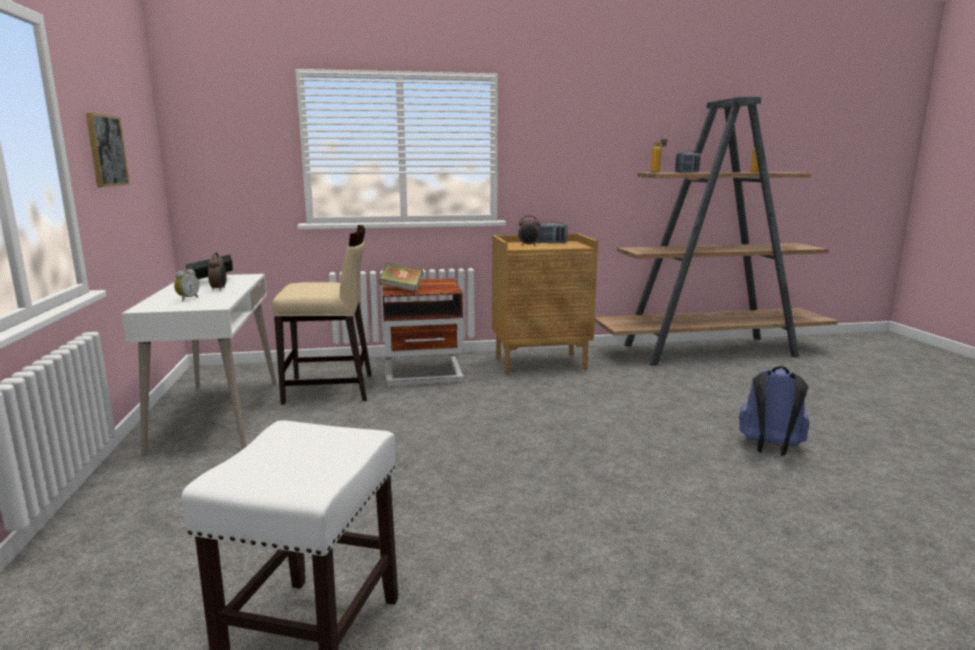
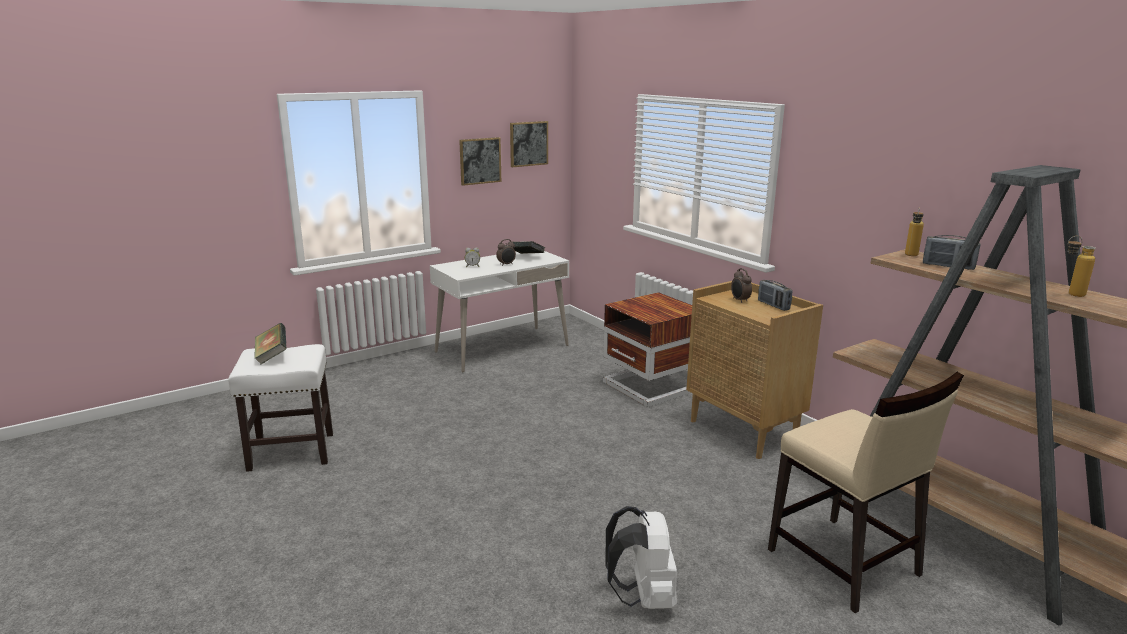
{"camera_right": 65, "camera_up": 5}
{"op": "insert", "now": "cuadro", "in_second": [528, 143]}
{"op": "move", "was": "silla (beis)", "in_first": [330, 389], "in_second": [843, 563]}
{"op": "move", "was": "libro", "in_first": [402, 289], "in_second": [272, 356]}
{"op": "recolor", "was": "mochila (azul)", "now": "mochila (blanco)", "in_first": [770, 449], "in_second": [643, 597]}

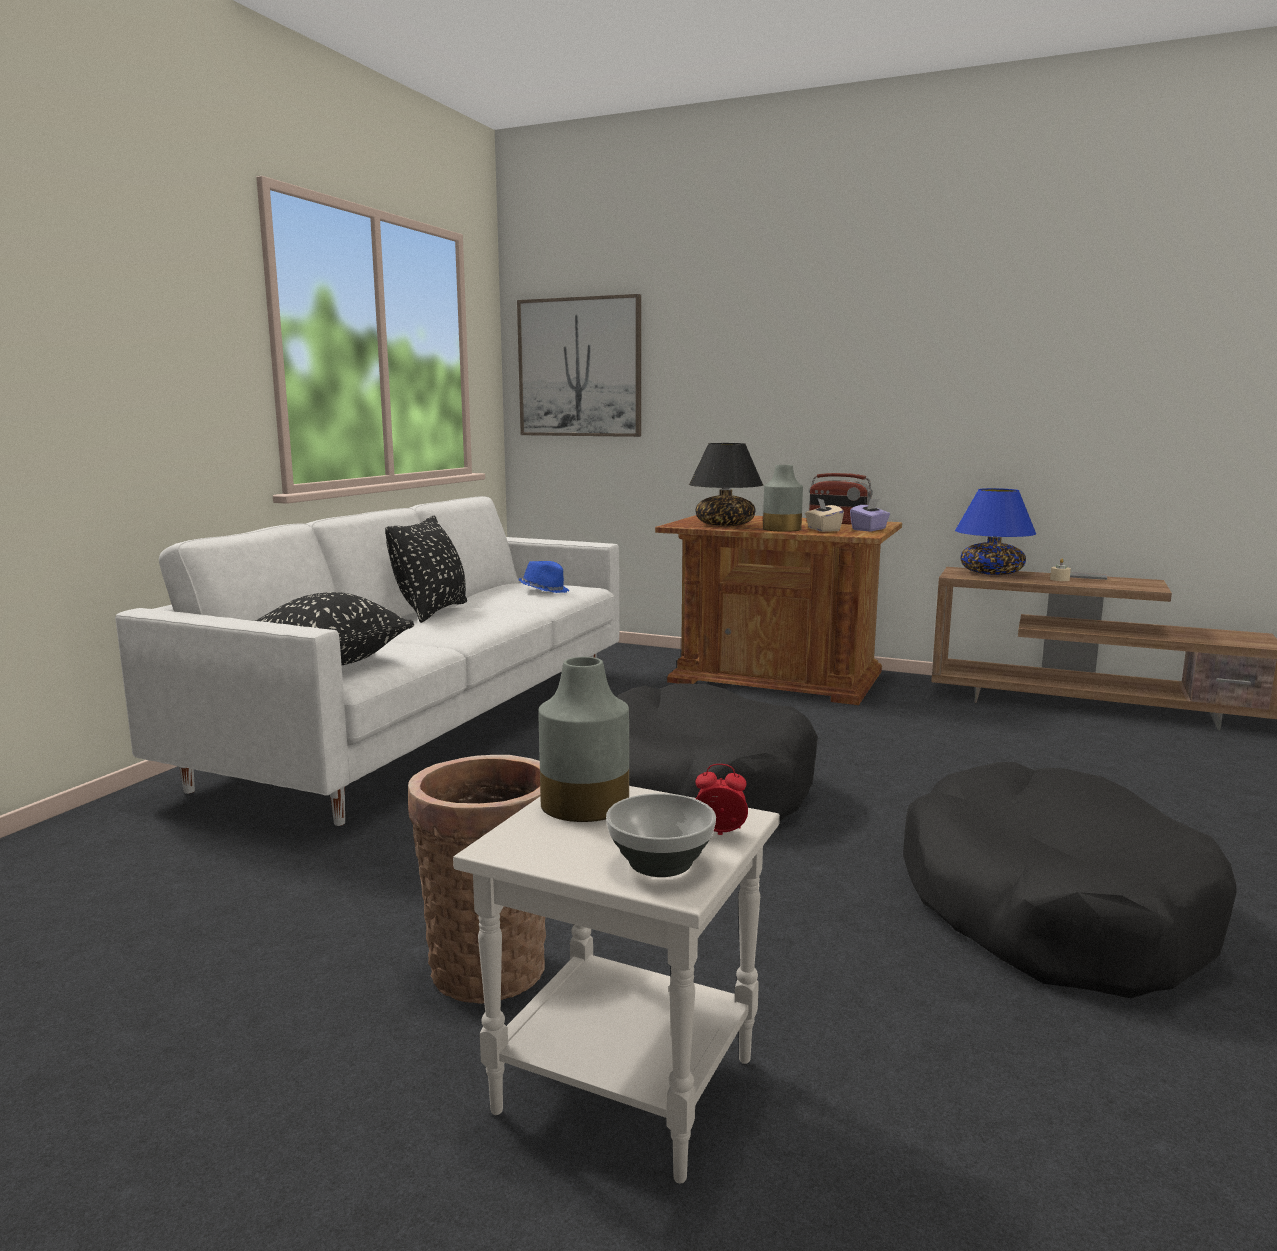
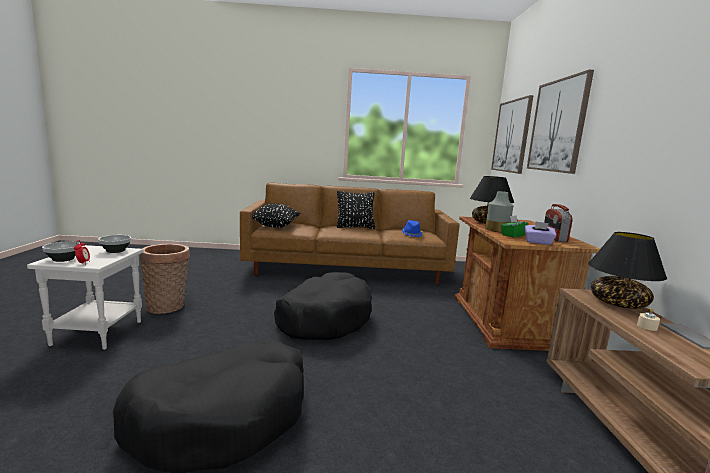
{"camera_right": 65, "camera_up": 0}
{"op": "insert", "now": "cuadro", "in_second": [557, 126]}
{"op": "replace", "was": "florero (gris)", "now": "cuenco", "in_first": [585, 802], "in_second": [116, 251]}
{"op": "recolor", "was": "sofá (blanco)", "now": "sofá (marrón)", "in_first": [428, 725], "in_second": [347, 269]}
{"op": "recolor", "was": "caja de pañuelos (beis)", "now": "caja de pañuelos (verde)", "in_first": [823, 530], "in_second": [512, 235]}
{"op": "recolor", "was": "lámpara de mesa (azul)", "now": "lámpara de mesa (negro)", "in_first": [991, 573], "in_second": [617, 303]}

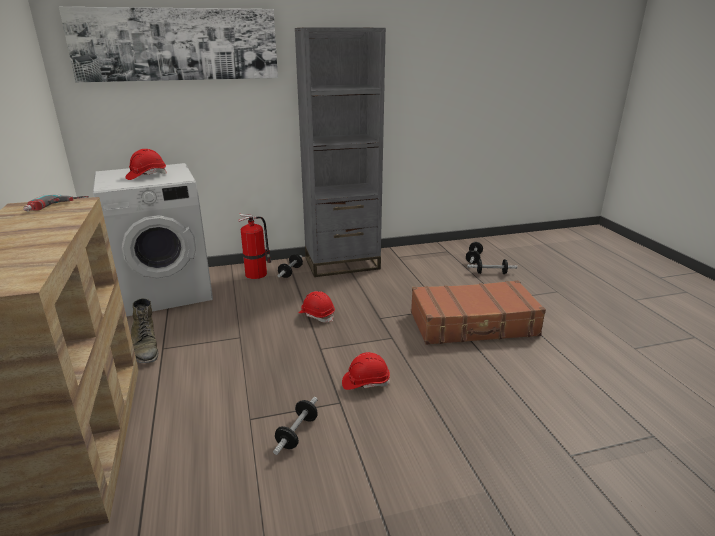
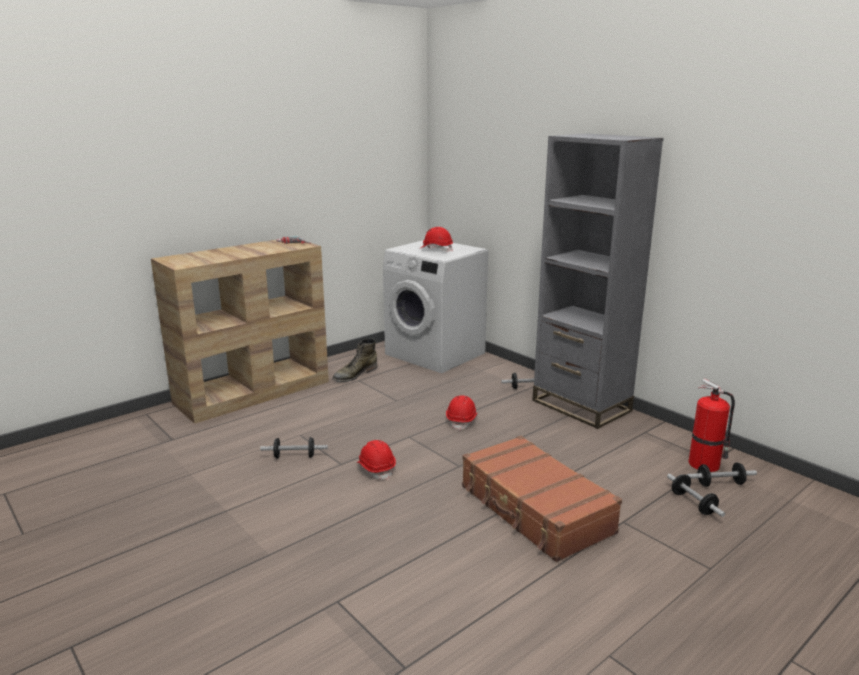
{"camera_right": 65, "camera_up": -5}
{"op": "delete", "was": "cuadro", "in_first": [176, 44]}
{"op": "move", "was": "extintor", "in_first": [257, 274], "in_second": [705, 464]}

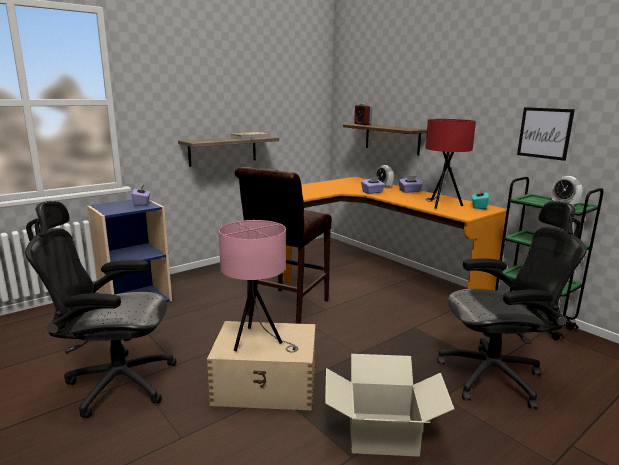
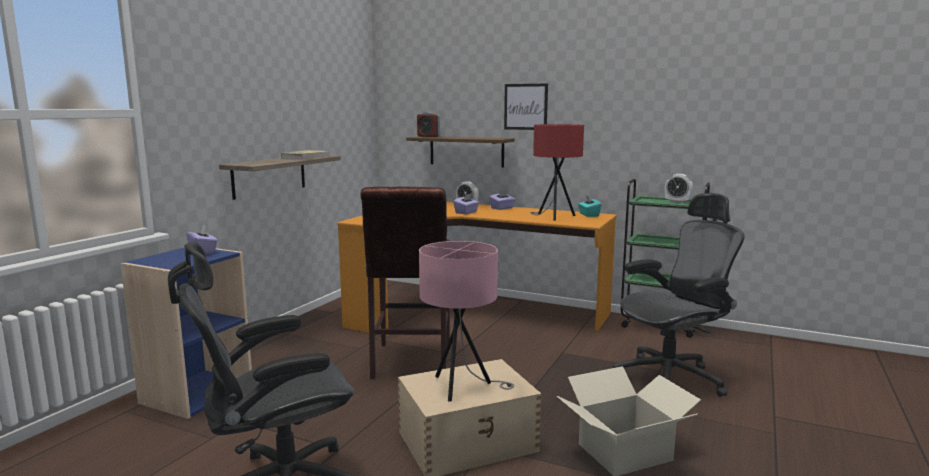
{"camera_right": -25, "camera_up": -5}
{"op": "move", "was": "cuadro", "in_first": [544, 133], "in_second": [525, 106]}

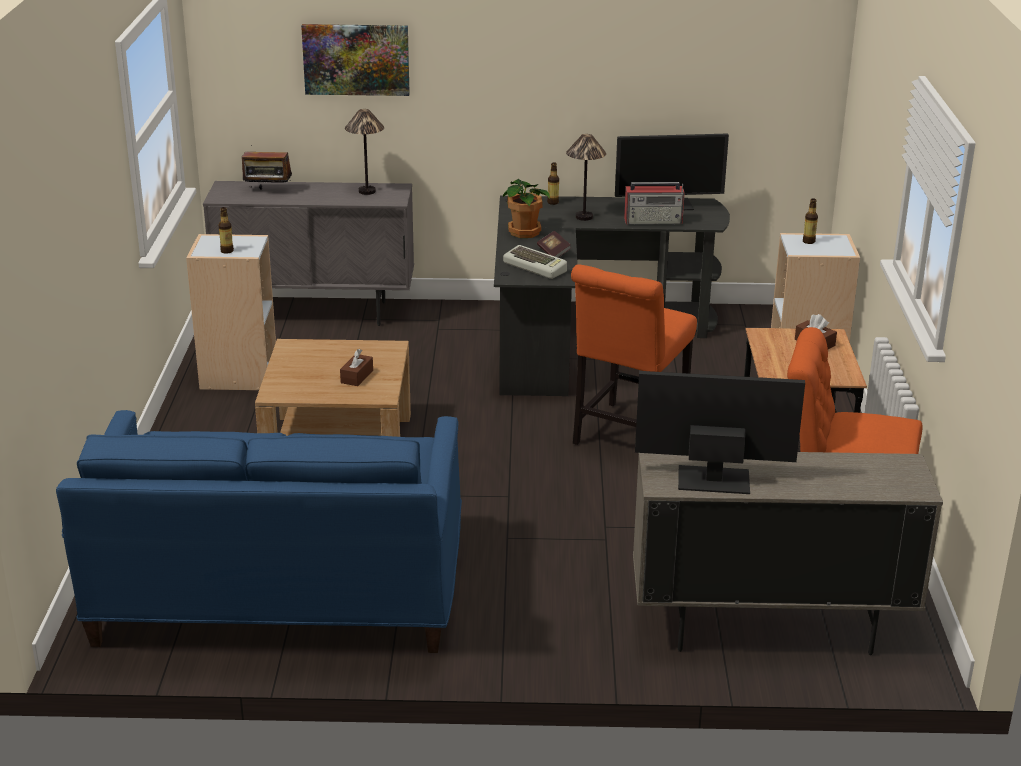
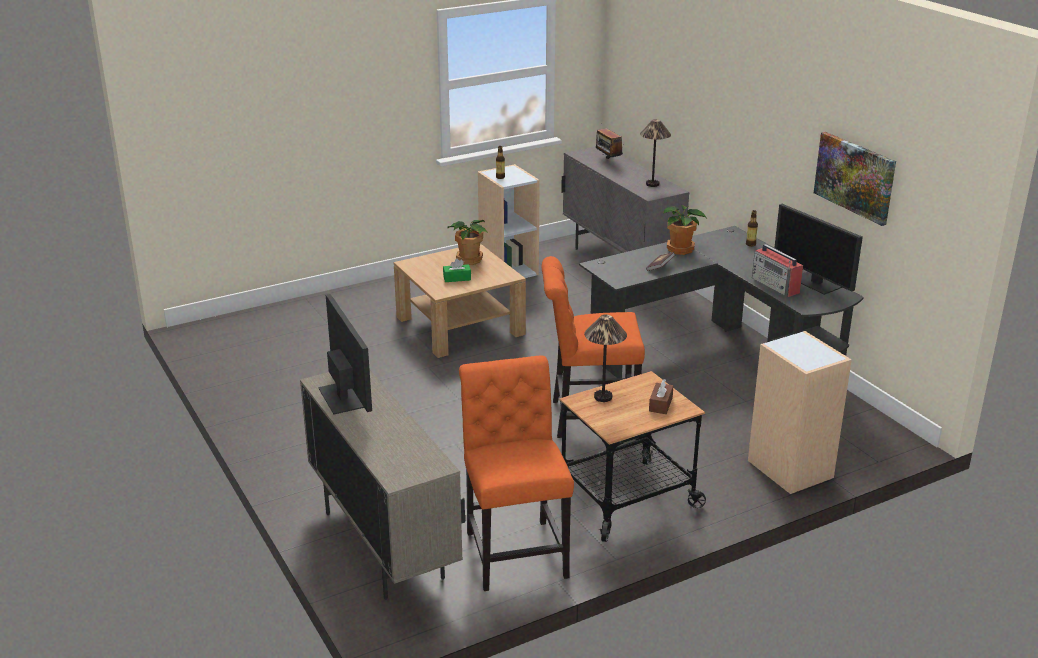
{"camera_right": 60, "camera_up": 0}
{"op": "delete", "was": "sofá (azul)", "in_first": [279, 590]}
{"op": "delete", "was": "teclado", "in_first": [536, 267]}
{"op": "delete", "was": "botella", "in_first": [808, 241]}
{"op": "insert", "now": "planta en maceta", "in_second": [469, 259]}
{"op": "move", "was": "cuadro", "in_first": [356, 59], "in_second": [855, 177]}
{"op": "move", "was": "lámpara de mesa", "in_first": [584, 217], "in_second": [603, 397]}
{"op": "recolor", "was": "caja de pañuelos (marrón)", "now": "caja de pañuelos (verde)", "in_first": [357, 377], "in_second": [457, 278]}

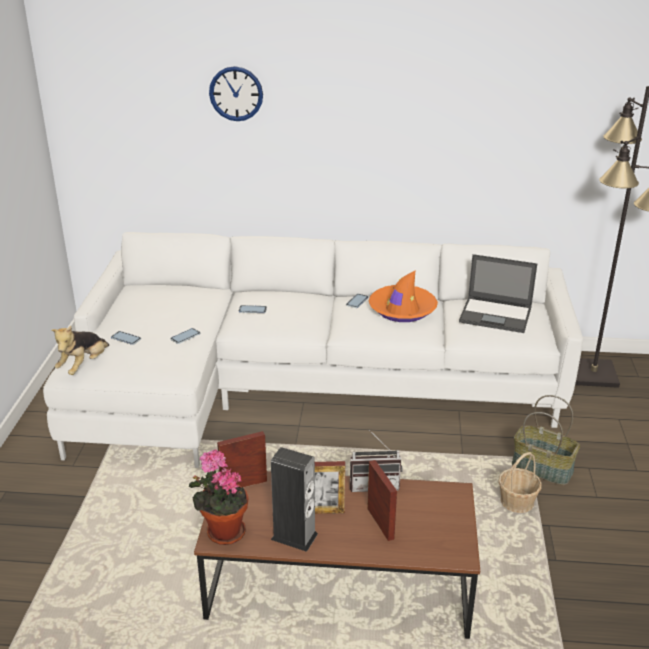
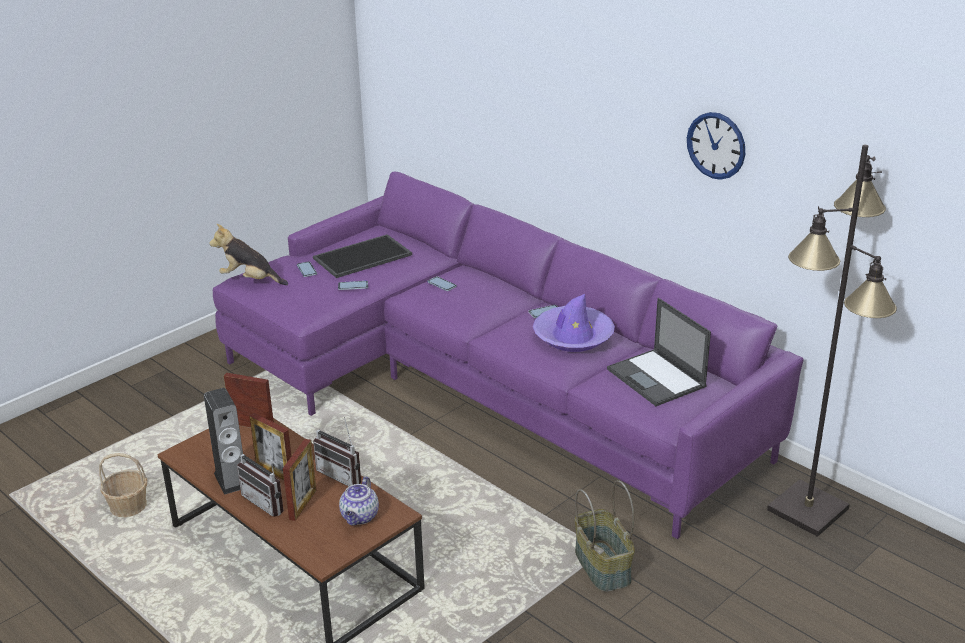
{"camera_right": 40, "camera_up": 0}
{"op": "delete", "was": "planta en maceta", "in_first": [222, 532]}
{"op": "insert", "now": "radio", "in_second": [268, 501]}
{"op": "insert", "now": "bandeja", "in_second": [362, 257]}
{"op": "insert", "now": "tetera", "in_second": [360, 517]}
{"op": "move", "was": "reloj de pared", "in_first": [236, 94], "in_second": [716, 145]}
{"op": "move", "was": "cesta", "in_first": [517, 502], "in_second": [129, 507]}
{"op": "recolor", "was": "sofá (blanco)", "now": "sofá (morado)", "in_first": [302, 386], "in_second": [485, 387]}
{"op": "recolor", "was": "sombrero (naranja)", "now": "sombrero (morado)", "in_first": [402, 310], "in_second": [573, 336]}
{"op": "rotate", "was": "peluche", "in_first": [84, 365], "in_second": [250, 280], "clockwise": 45}

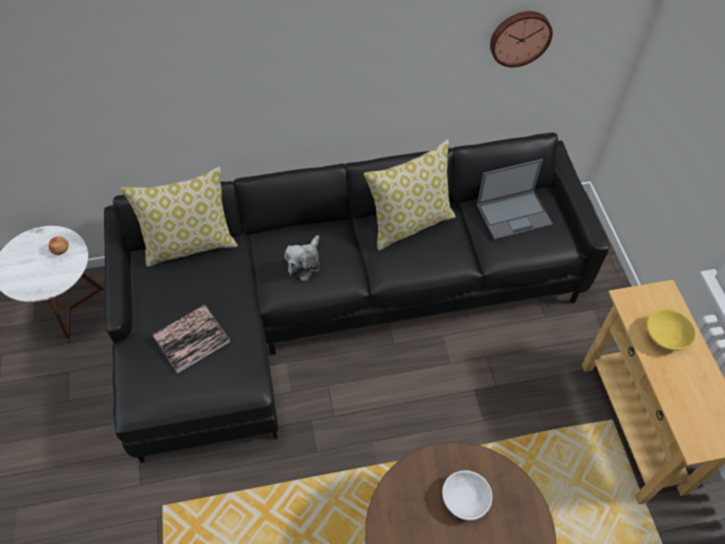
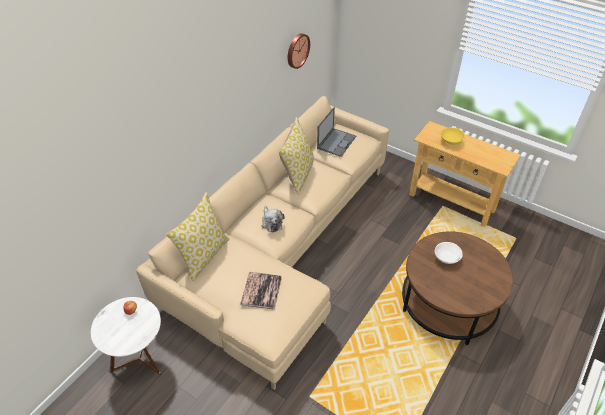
{"camera_right": -45, "camera_up": -10}
{"op": "recolor", "was": "sofá (negro)", "now": "sofá (beis)", "in_first": [334, 302], "in_second": [280, 248]}

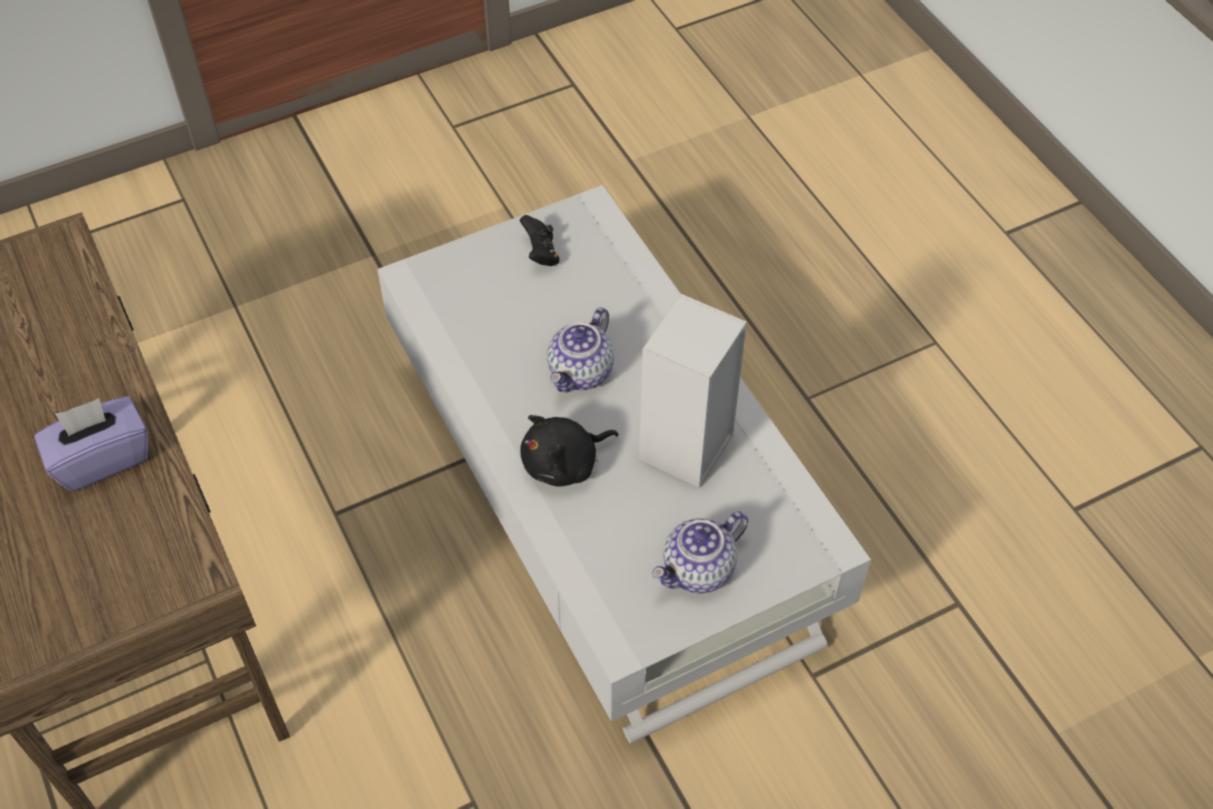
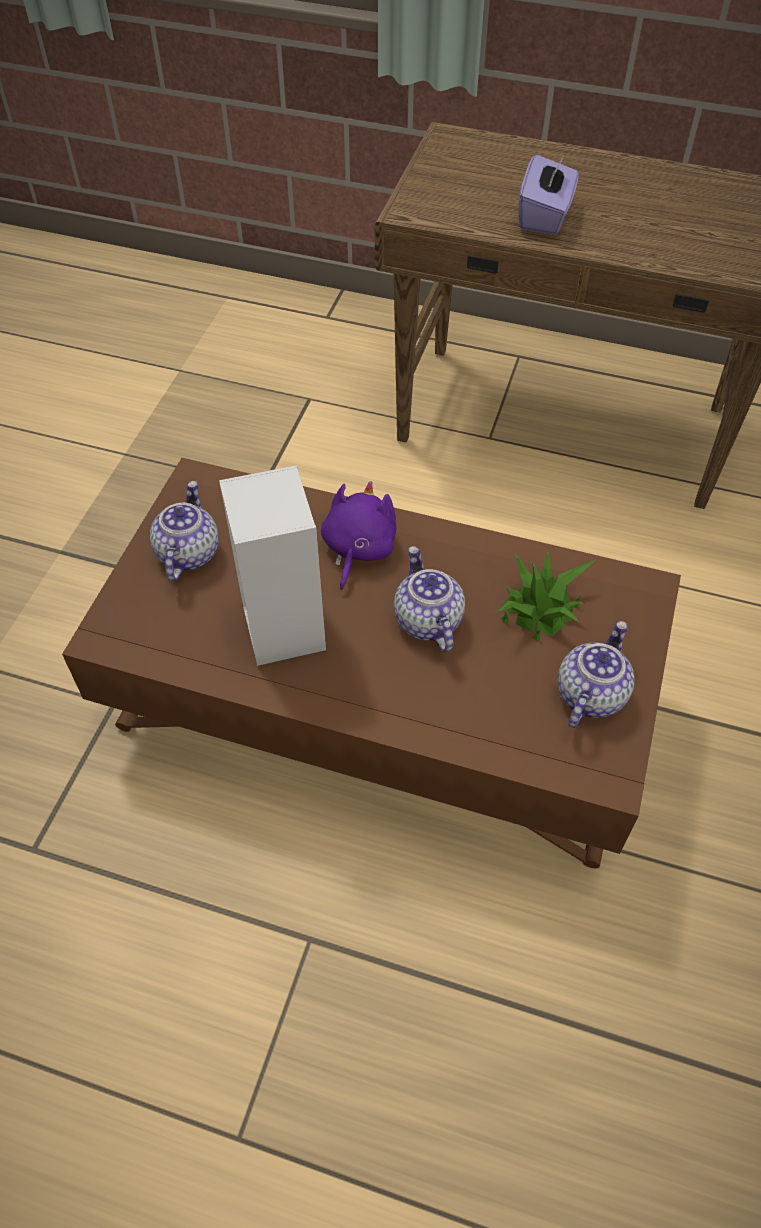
{"camera_right": 135, "camera_up": 0}
{"op": "insert", "now": "planta en maceta", "in_second": [539, 609]}
{"op": "replace", "was": "mando de consola (negro)", "now": "tetera", "in_first": [541, 253], "in_second": [589, 693]}
{"op": "recolor", "was": "mesa de centro (blanco)", "now": "mesa de centro (marrón)", "in_first": [608, 500], "in_second": [377, 705]}
{"op": "recolor", "was": "peluche (negro)", "now": "peluche (morado)", "in_first": [564, 464], "in_second": [358, 549]}

